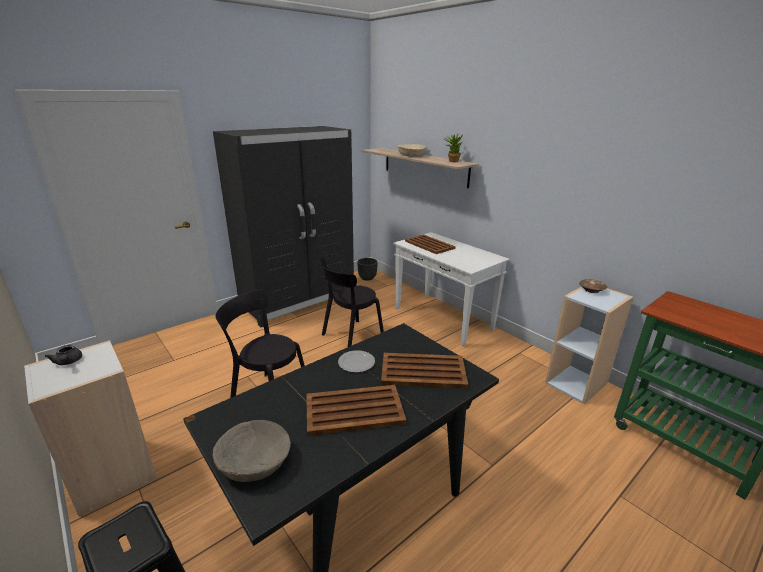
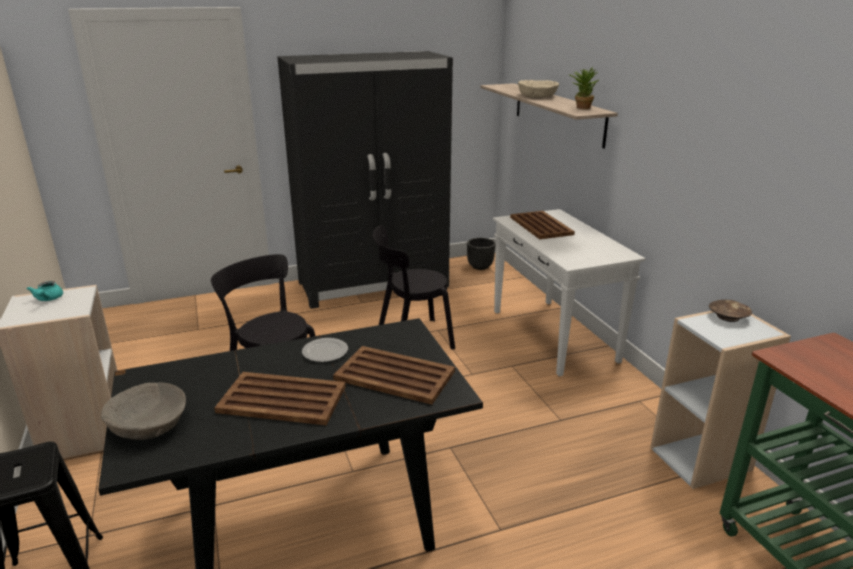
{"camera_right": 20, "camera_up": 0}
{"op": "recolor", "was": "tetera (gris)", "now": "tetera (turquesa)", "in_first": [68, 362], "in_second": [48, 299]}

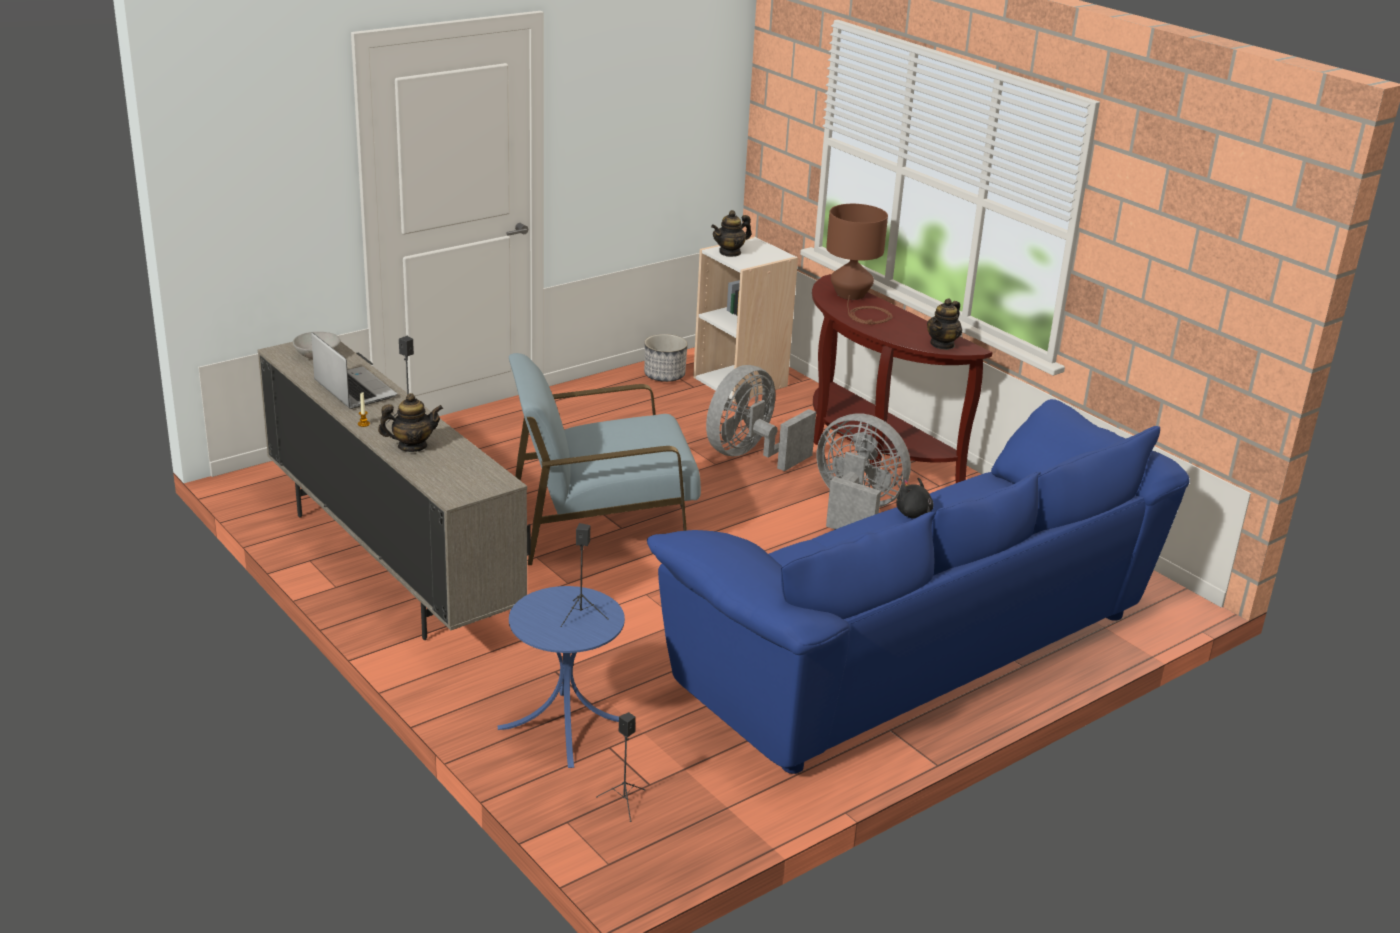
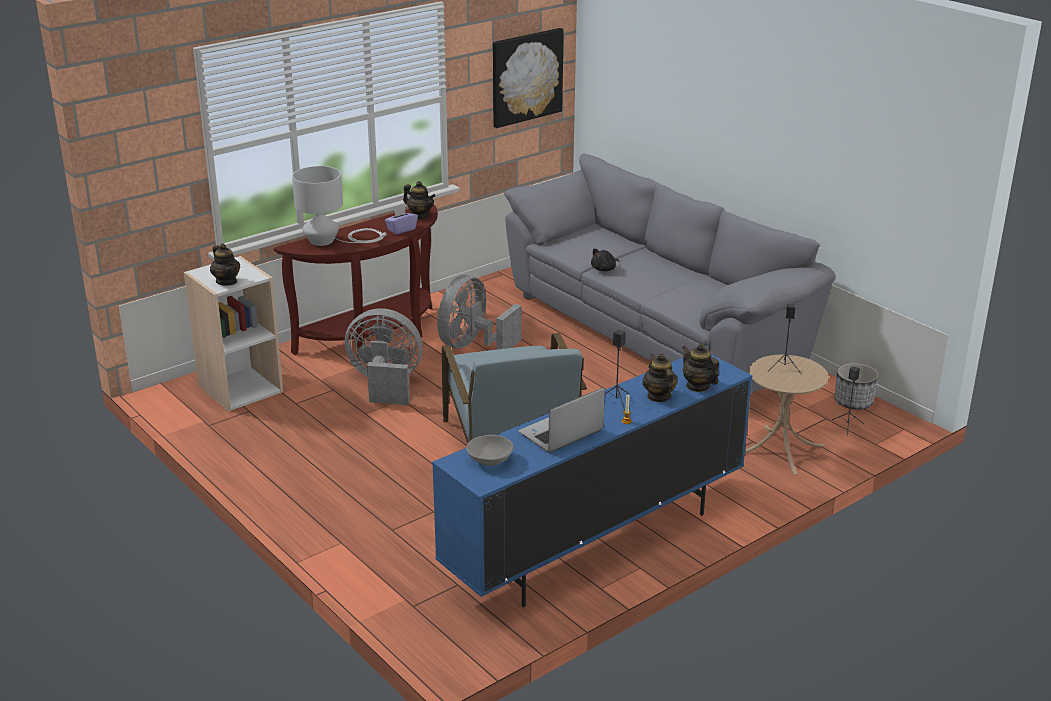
{"camera_right": -90, "camera_up": 0}
{"op": "insert", "now": "caja de pañuelos (morado)", "in_second": [401, 230]}
{"op": "insert", "now": "cuadro", "in_second": [526, 77]}
{"op": "insert", "now": "tetera", "in_second": [698, 386]}
{"op": "move", "was": "maceta", "in_first": [664, 376], "in_second": [853, 402]}
{"op": "recolor", "was": "mueble de televisión (beis)", "now": "mueble de televisión (azul)", "in_first": [389, 563], "in_second": [595, 544]}
{"op": "recolor", "was": "mesa auxiliar (azul)", "now": "mesa auxiliar (beis)", "in_first": [565, 724], "in_second": [780, 449]}
{"op": "recolor", "was": "sofá (azul)", "now": "sofá (gris)", "in_first": [914, 655], "in_second": [654, 334]}
{"op": "recolor", "was": "lámpara de mesa (marrón)", "now": "lámpara de mesa (gris)", "in_first": [857, 302], "in_second": [339, 239]}
{"op": "rotate", "was": "ventilador (gris)", "in_first": [750, 455], "in_second": [385, 385], "clockwise": 150}

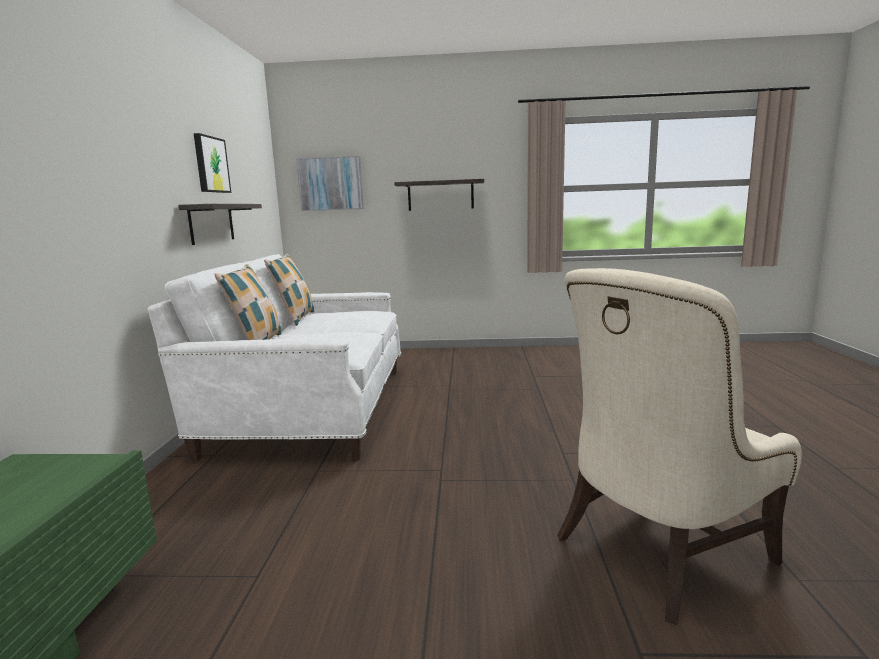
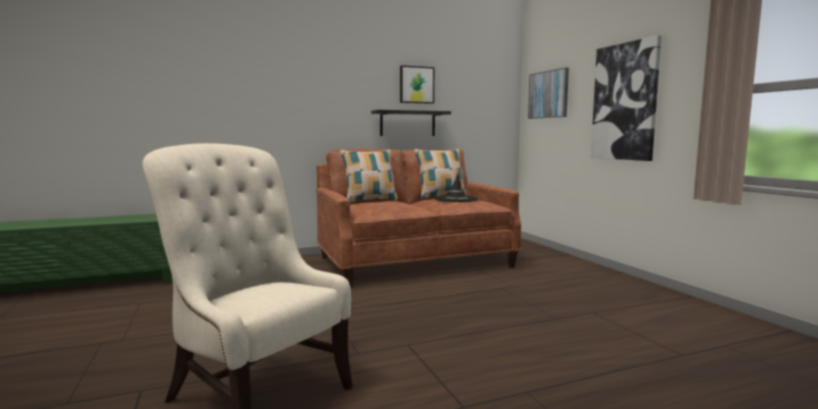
{"camera_right": 65, "camera_up": -5}
{"op": "insert", "now": "sombrero (negro)", "in_second": [456, 199]}
{"op": "replace", "was": "estante", "now": "cuadro", "in_first": [440, 195], "in_second": [625, 102]}
{"op": "recolor", "was": "sofá (blanco)", "now": "sofá (marrón)", "in_first": [309, 408], "in_second": [413, 261]}

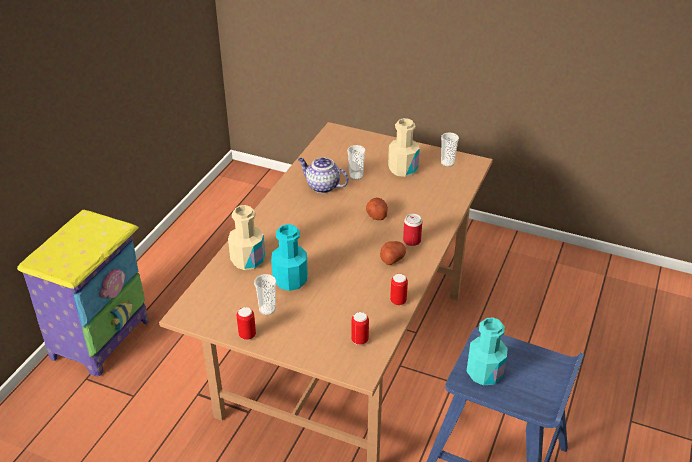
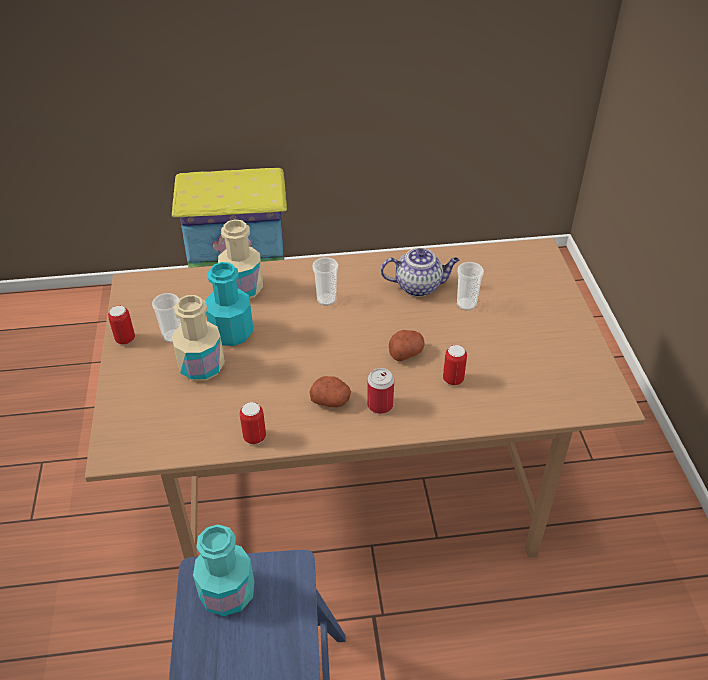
{"camera_right": 60, "camera_up": 5}
{"op": "move", "was": "lata", "in_first": [359, 340], "in_second": [453, 379]}
{"op": "move", "was": "botella (beis)", "in_first": [403, 169], "in_second": [202, 366]}
{"op": "move", "was": "taza", "in_first": [447, 163], "in_second": [326, 299]}
{"op": "rotate", "was": "tetera", "in_first": [322, 186], "in_second": [419, 286], "clockwise": 90}

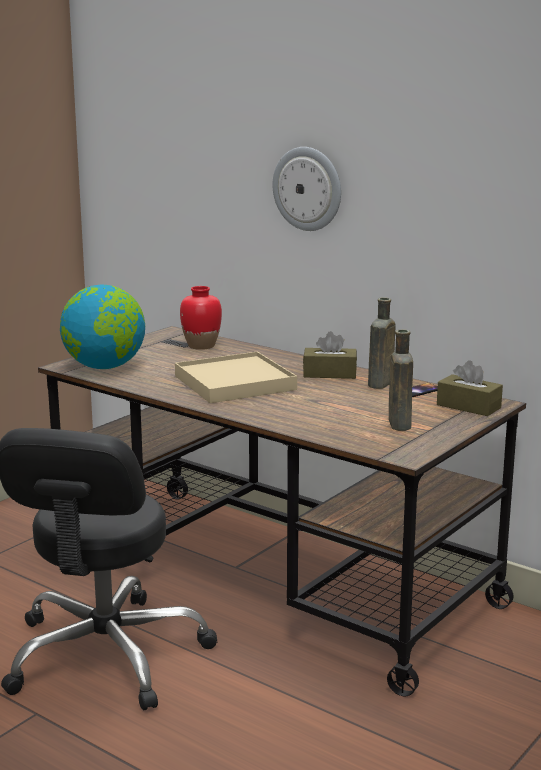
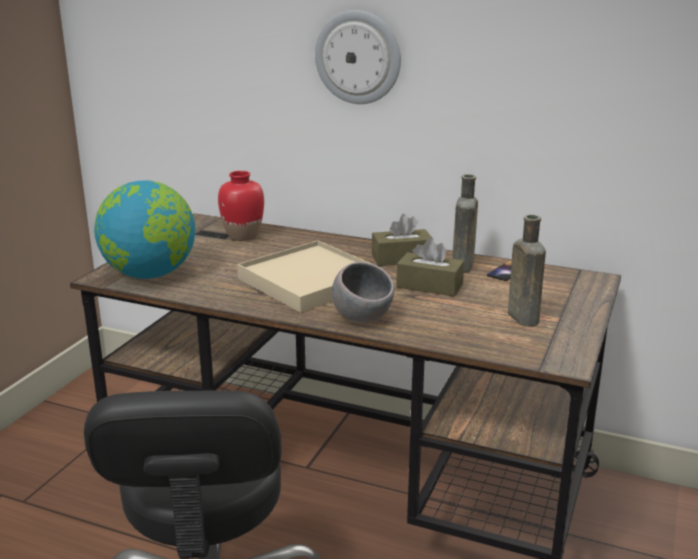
{"camera_right": -15, "camera_up": 5}
{"op": "insert", "now": "cuenco (gris)", "in_second": [362, 318]}
{"op": "move", "was": "caja de pañuelos (marrón)", "in_first": [468, 406], "in_second": [429, 286]}

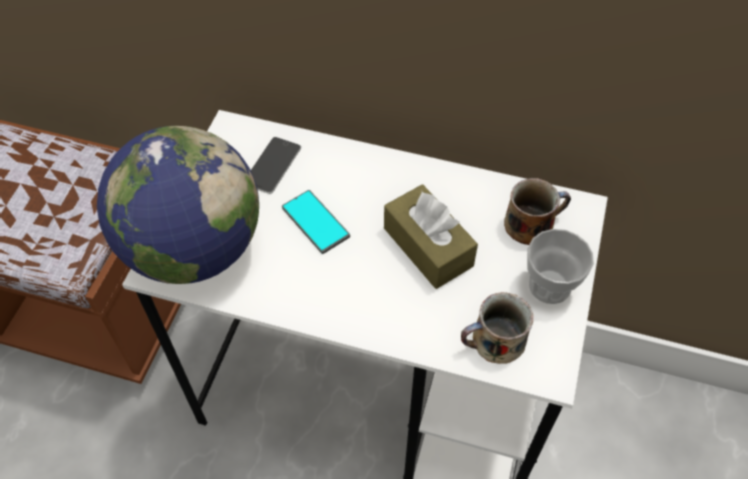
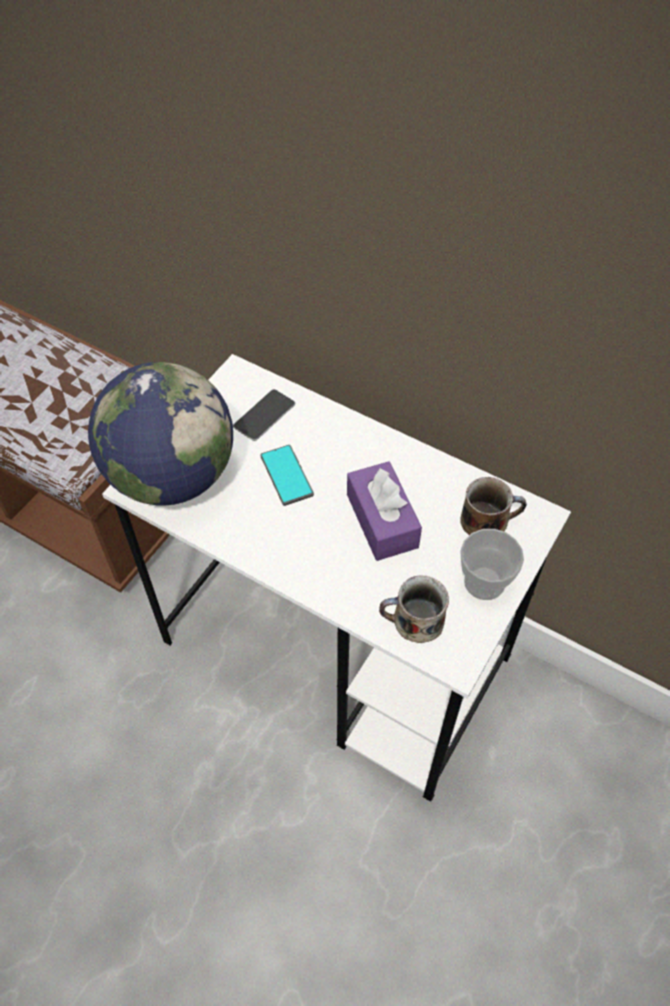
{"camera_right": 15, "camera_up": 0}
{"op": "recolor", "was": "caja de pañuelos (marrón)", "now": "caja de pañuelos (morado)", "in_first": [428, 247], "in_second": [382, 520]}

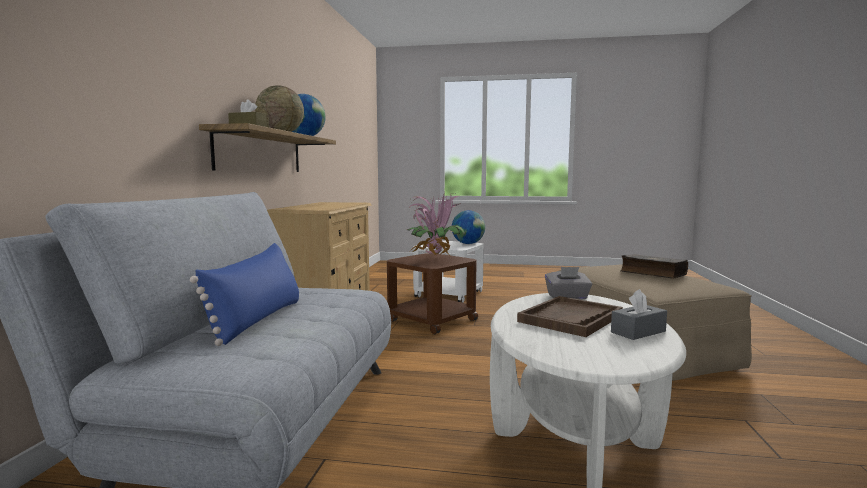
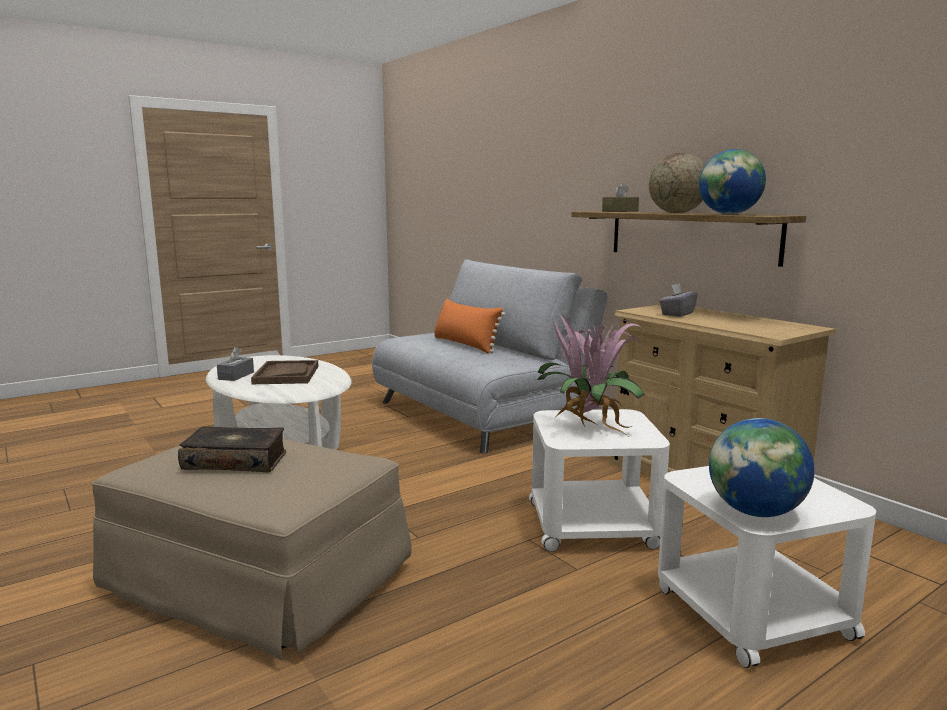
{"camera_right": 135, "camera_up": 5}
{"op": "move", "was": "caja de pañuelos (gris)", "in_first": [567, 297], "in_second": [677, 314]}
{"op": "recolor", "was": "cojín (azul)", "now": "cojín (naranja)", "in_first": [257, 320], "in_second": [465, 344]}
{"op": "recolor", "was": "mesa auxiliar (marrón)", "now": "mesa auxiliar (blanco)", "in_first": [431, 320], "in_second": [593, 524]}

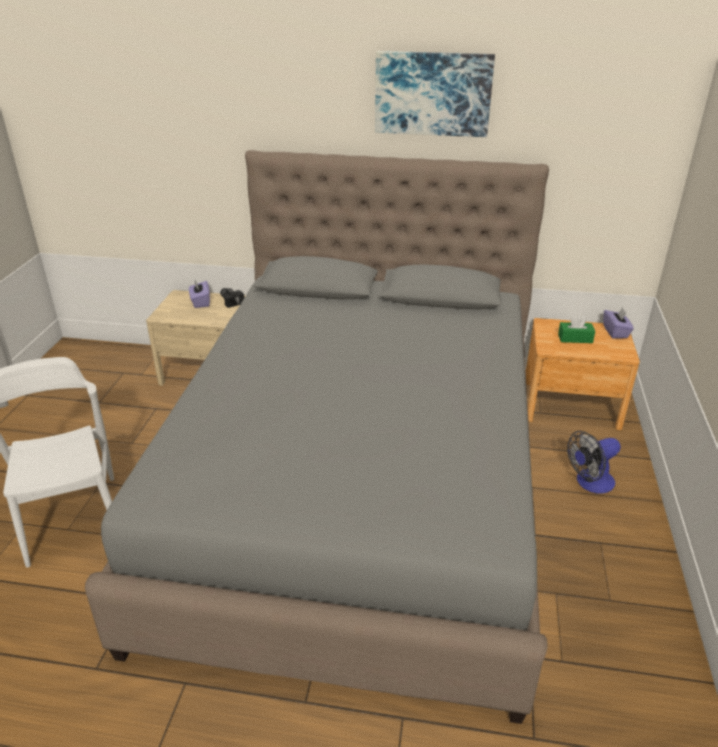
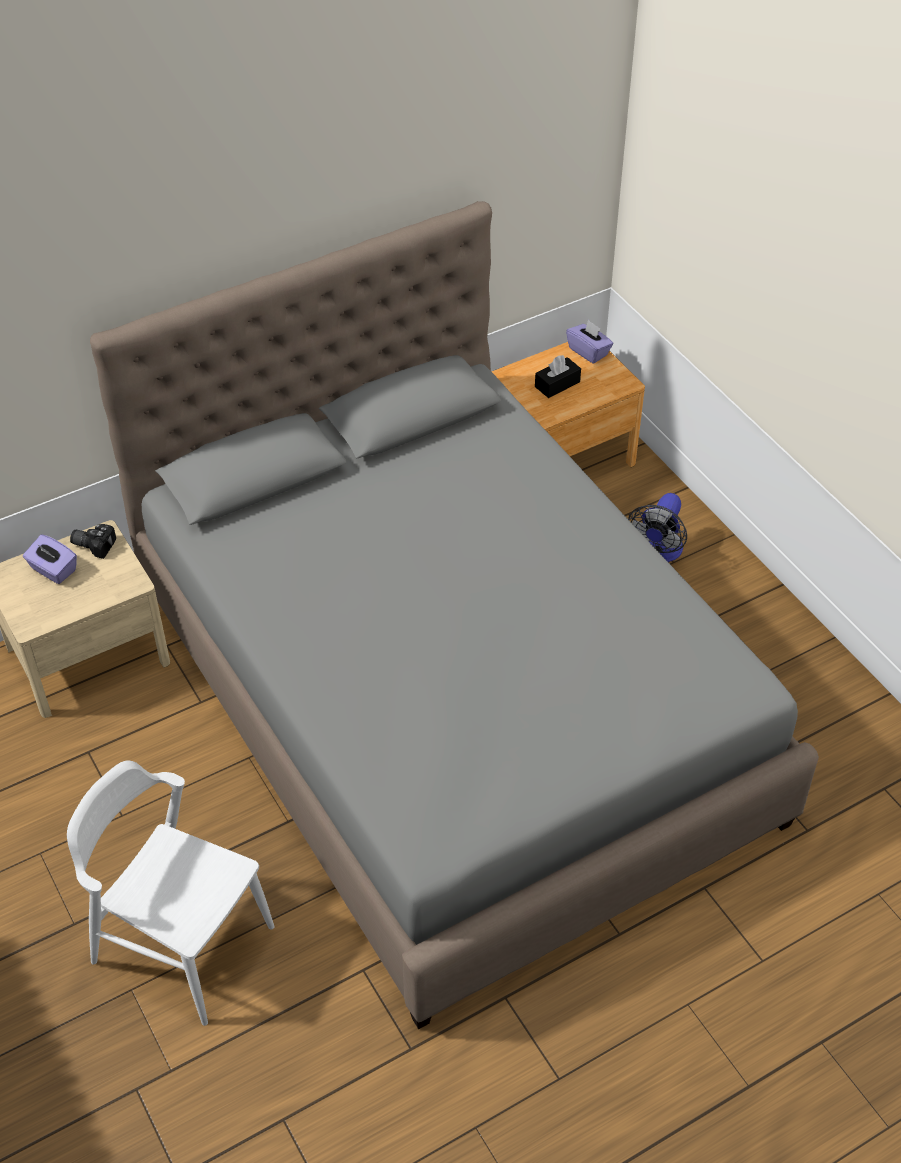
{"camera_right": -40, "camera_up": 15}
{"op": "delete", "was": "cuadro", "in_first": [433, 93]}
{"op": "recolor", "was": "caja de pañuelos (verde)", "now": "caja de pañuelos (negro)", "in_first": [575, 338], "in_second": [557, 384]}

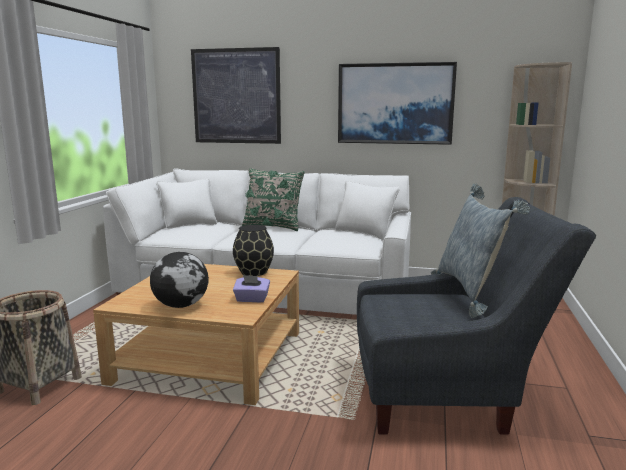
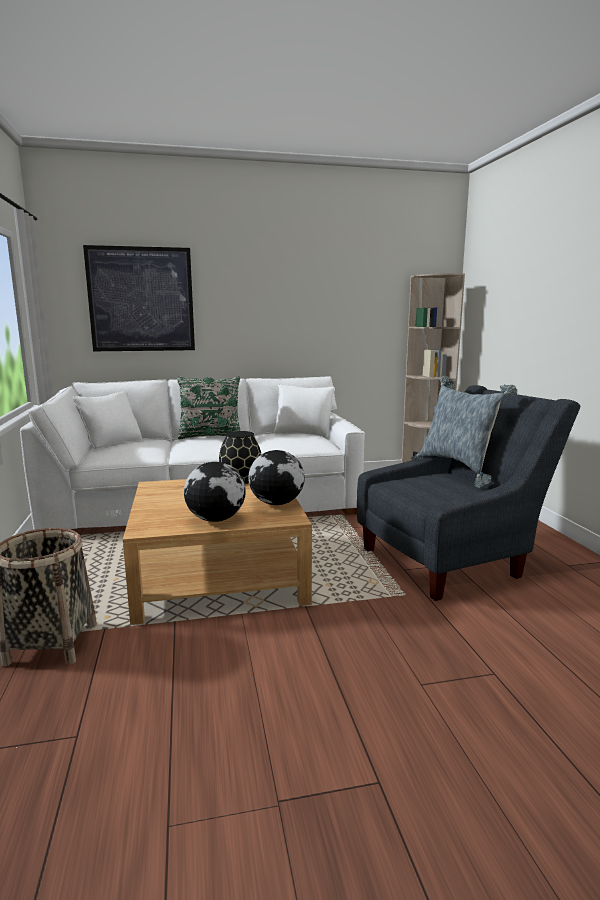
{"camera_right": -25, "camera_up": 0}
{"op": "delete", "was": "cuadro", "in_first": [395, 104]}
{"op": "replace", "was": "caja de pañuelos (morado)", "now": "globo terráqueo", "in_first": [251, 299], "in_second": [277, 503]}

